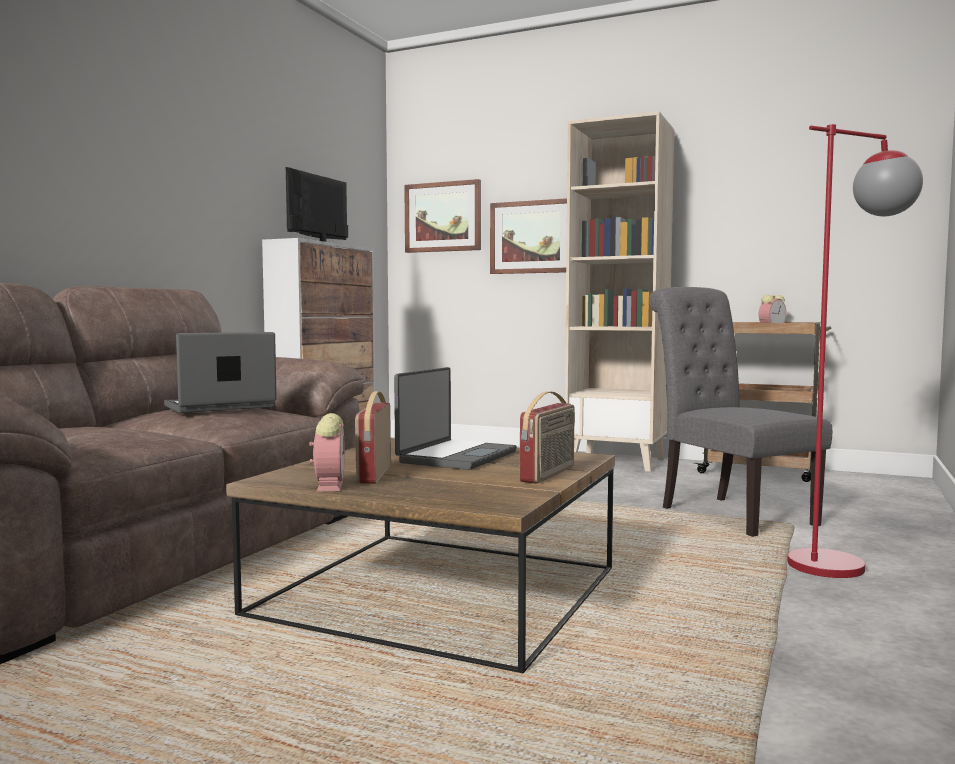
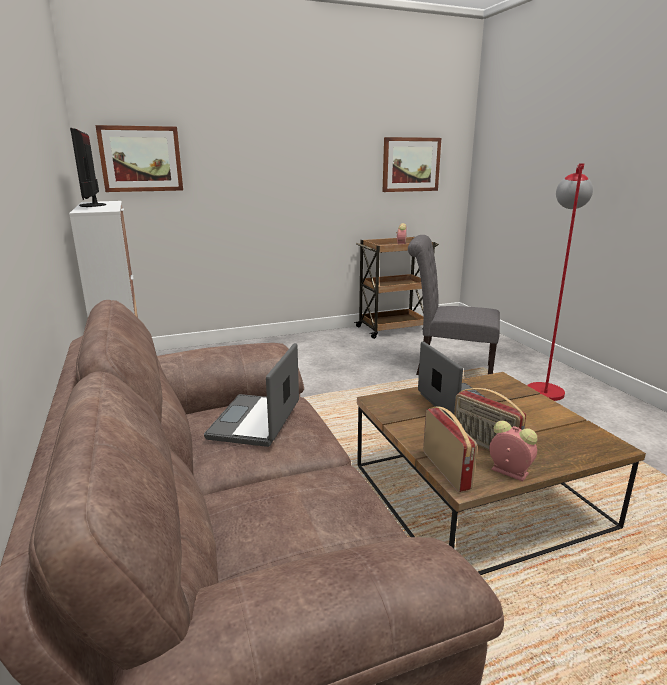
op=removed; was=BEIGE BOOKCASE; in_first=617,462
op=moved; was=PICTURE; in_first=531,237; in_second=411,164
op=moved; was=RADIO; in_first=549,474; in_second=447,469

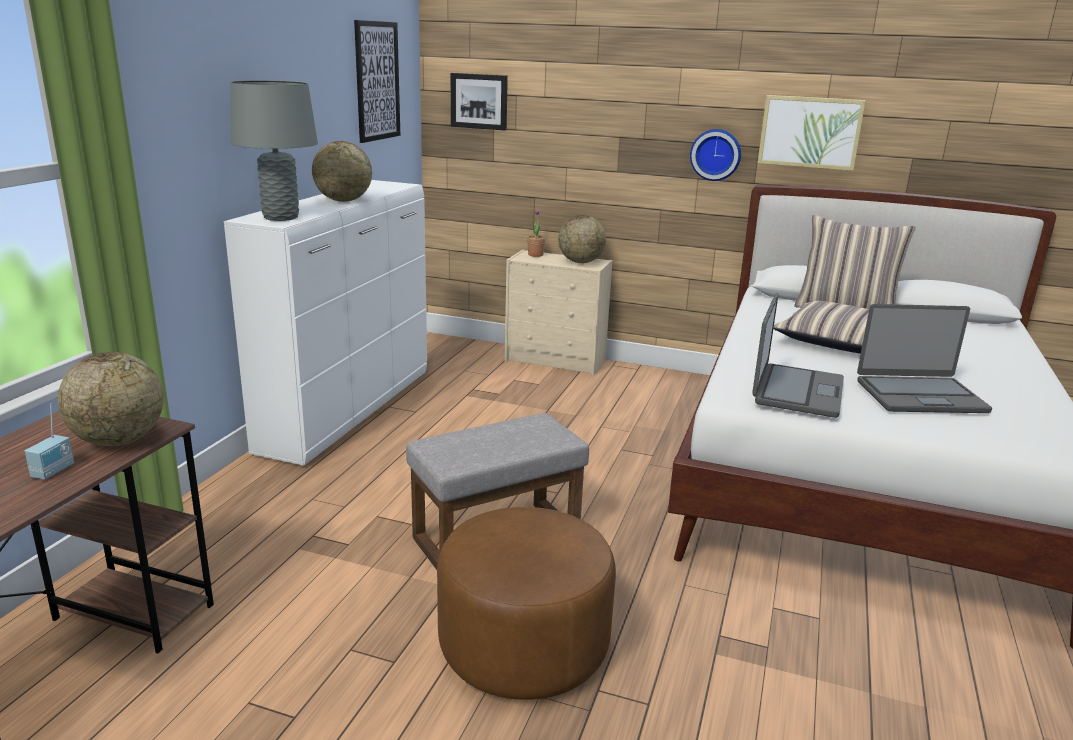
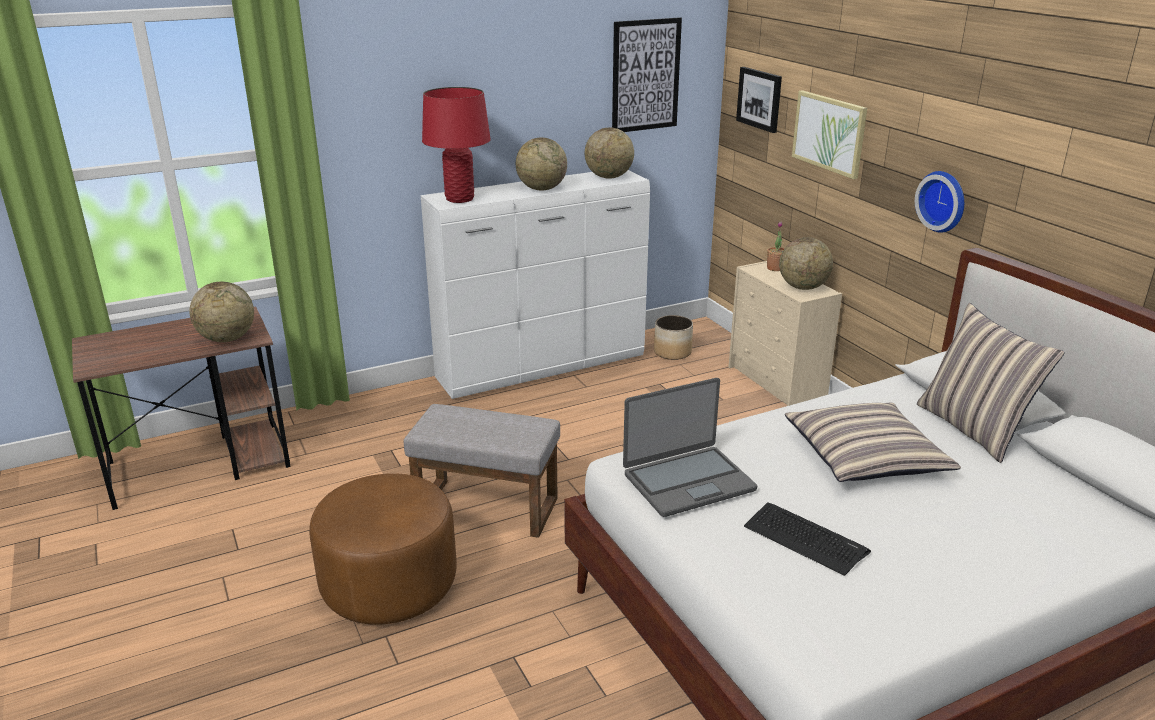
op=removed; was=RADIO; in_first=54,471
op=added; now=GLOBE; in_second=609,177
op=added; now=PLANTER; in_second=672,352
op=moved; was=PICTURE; in_first=810,132; in_second=829,133
op=replaced; was=LAPTOP; now=KEYBOARD; in_first=919,396; in_second=805,539
op=recoloured; was=GREY TABLE LAMP; now=RED TABLE LAMP; in_first=281,217; in_second=460,199

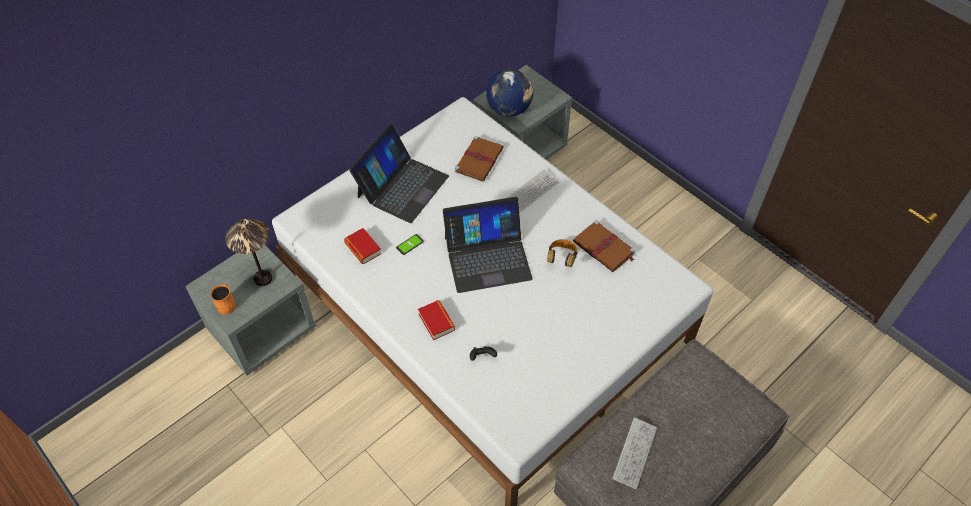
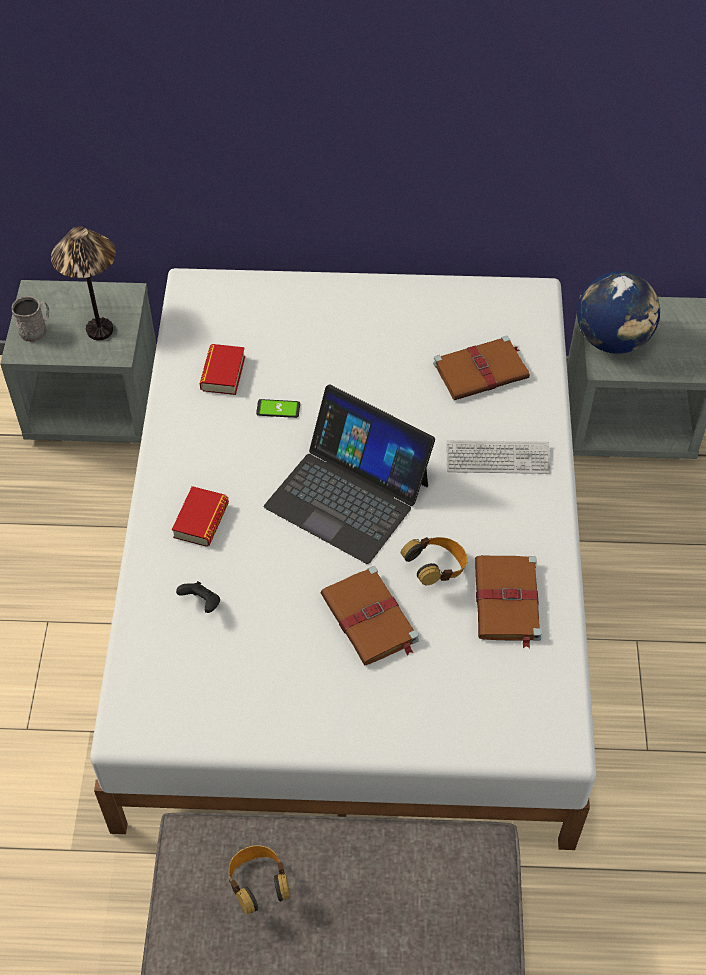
op=removed; was=LAPTOP; in_first=402,186
op=added; now=BROWN BOOK; in_second=370,619
op=replaced; was=KEYBOARD; now=HEADPHONES; in_first=634,453; in_second=258,884
op=recoloured; was=ORANGE MUG; now=GREY MUG; in_first=227,304; in_second=36,329

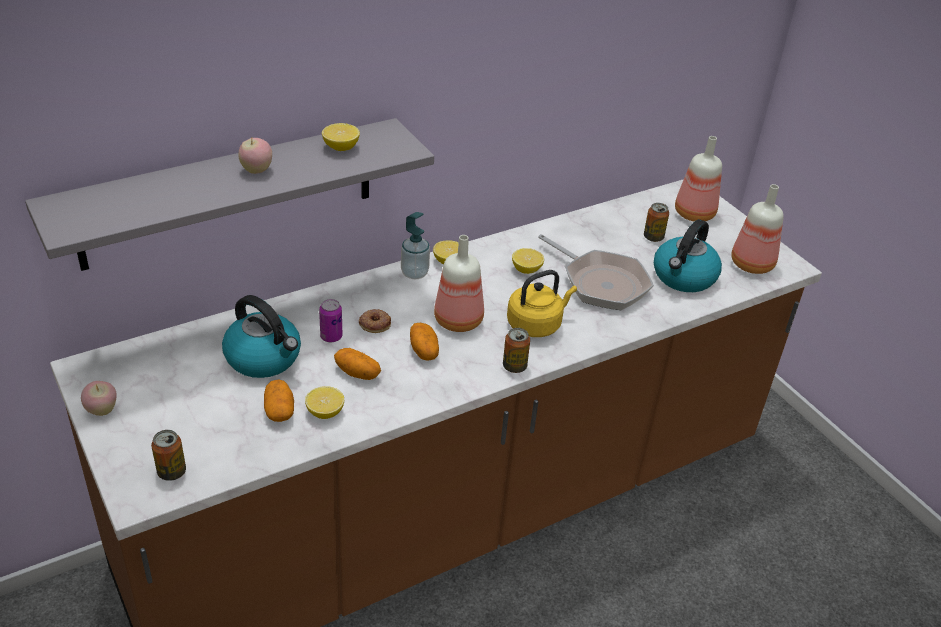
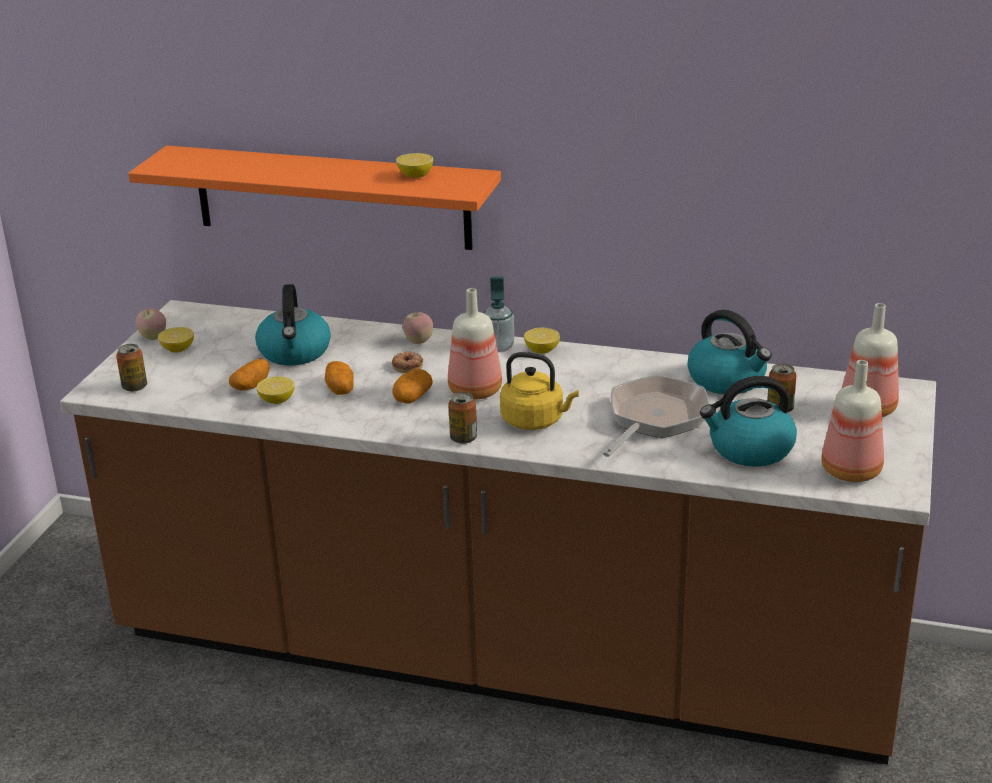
op=removed; was=CAN; in_first=331,337
op=added; now=KETTLE; in_second=728,380
op=moved; was=APPLE; in_first=256,170; in_second=418,342
op=moved; was=LEMON; in_first=526,270; in_second=178,349
op=recoloured; was=GREY SHELF; now=ORANGE SHELF; in_first=229,194; in_second=331,197
op=turned; was=FRYING PAN; in_first=601,283; in_second=654,419; clockwise=-150

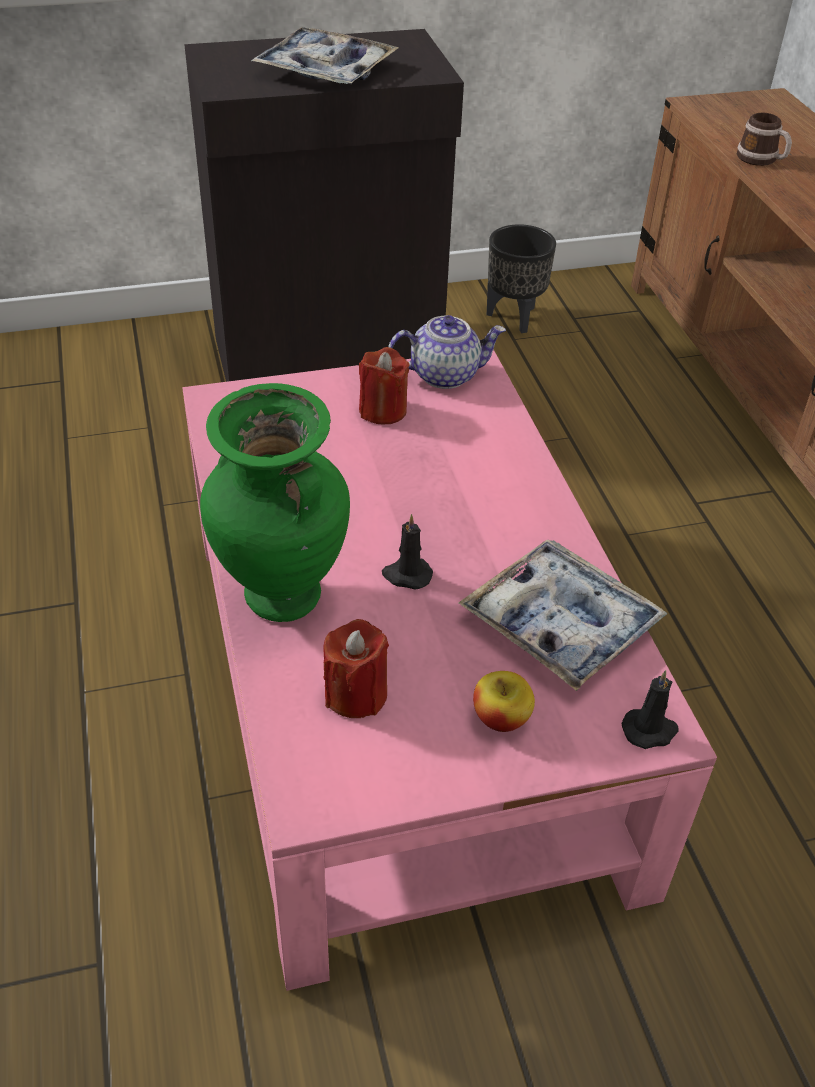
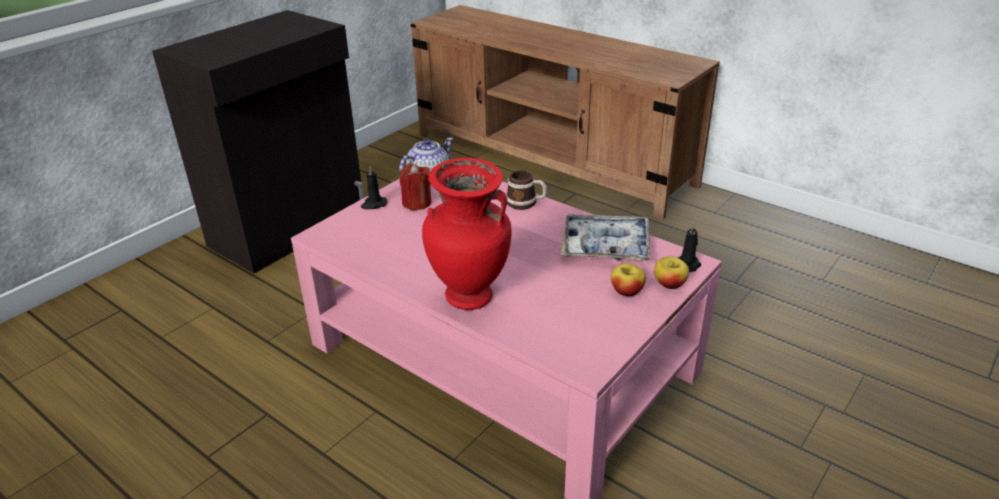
op=removed; was=TRAY; in_first=325,70
op=removed; was=RED CANDLE; in_first=356,694
op=removed; was=BLACK PLANTER; in_first=515,317
op=added; now=APPLE; in_second=669,284
op=moved; was=BLACK CANDLE; in_first=406,575; in_second=373,204
op=moved; was=MUG; in_first=761,160; in_second=526,203
op=recoloured; was=GREEN VASE; now=RED VASE; in_first=281,599; in_second=469,298

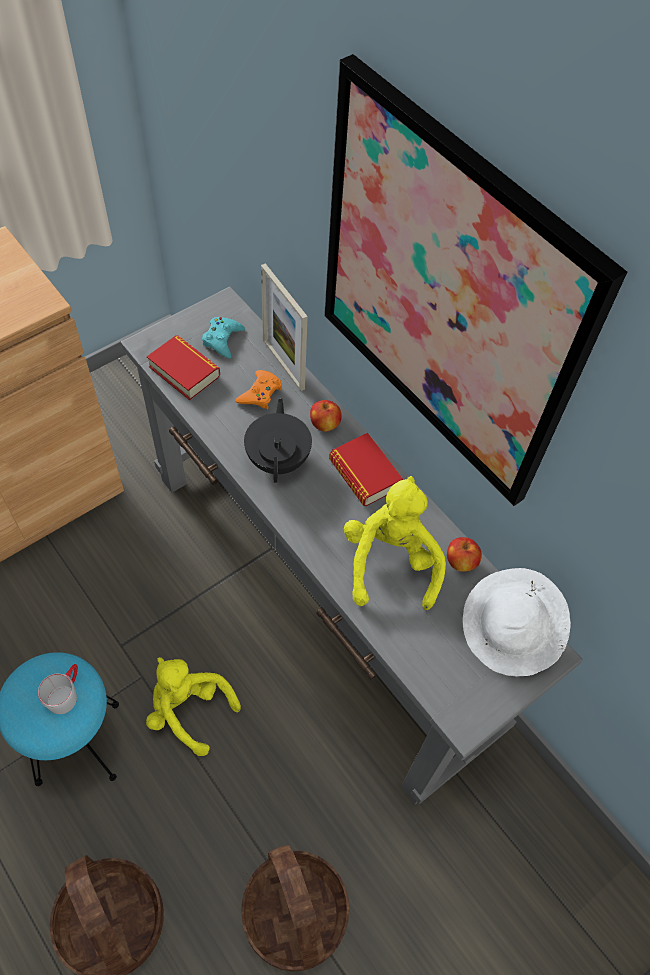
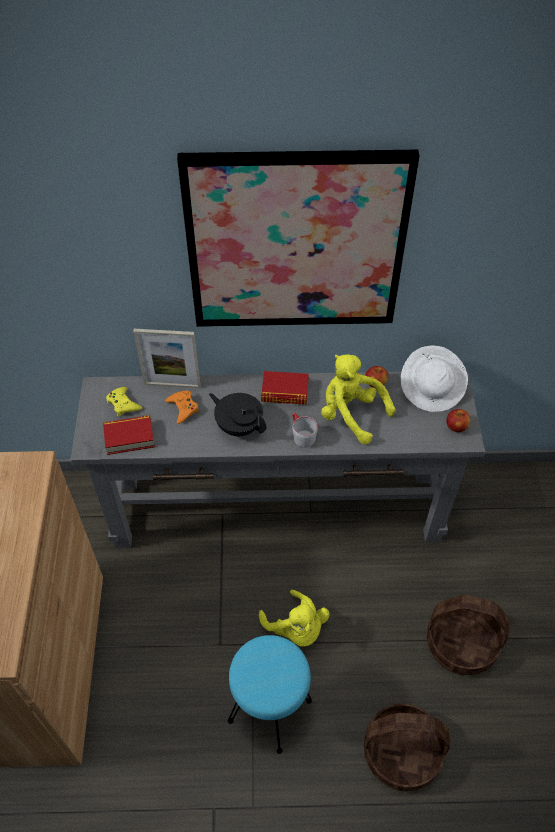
op=moved; was=GREY MUG; in_first=66,693; in_second=301,435
op=moved; was=APPLE; in_first=325,424; in_second=456,427
op=recoloured; was=TURQUOISE GAME CONTROLLER; now=YELLOW GAME CONTROLLER; in_first=222,339; in_second=123,404
op=turned; was=YELLOW PLUSH TOY; in_first=188,710; in_second=296,629; clockwise=-105

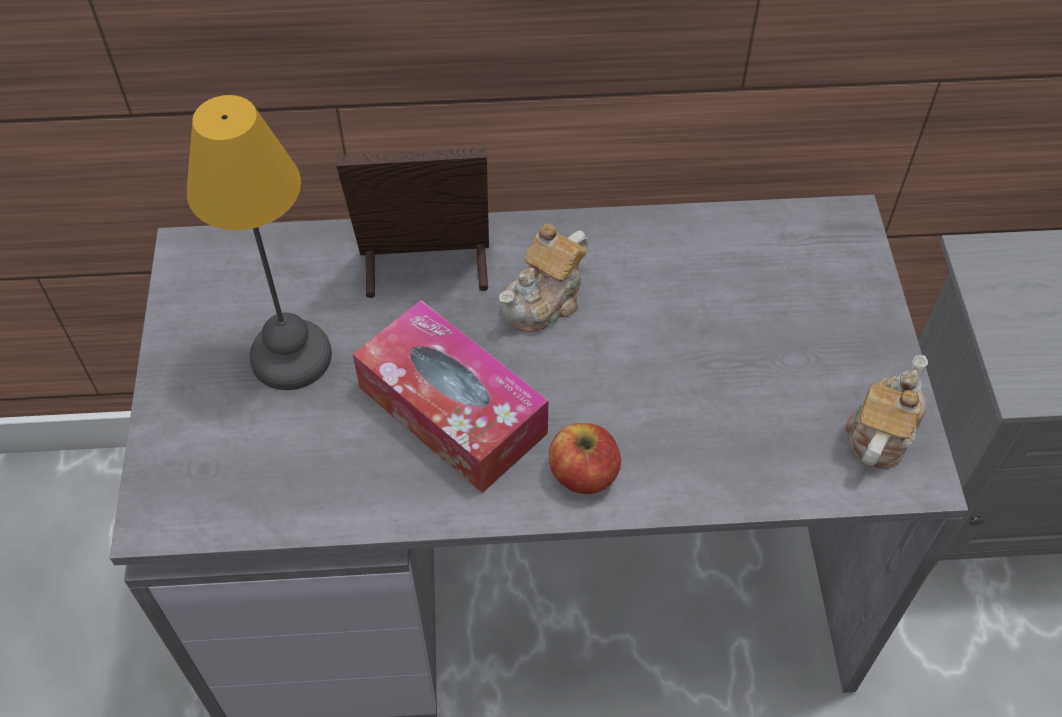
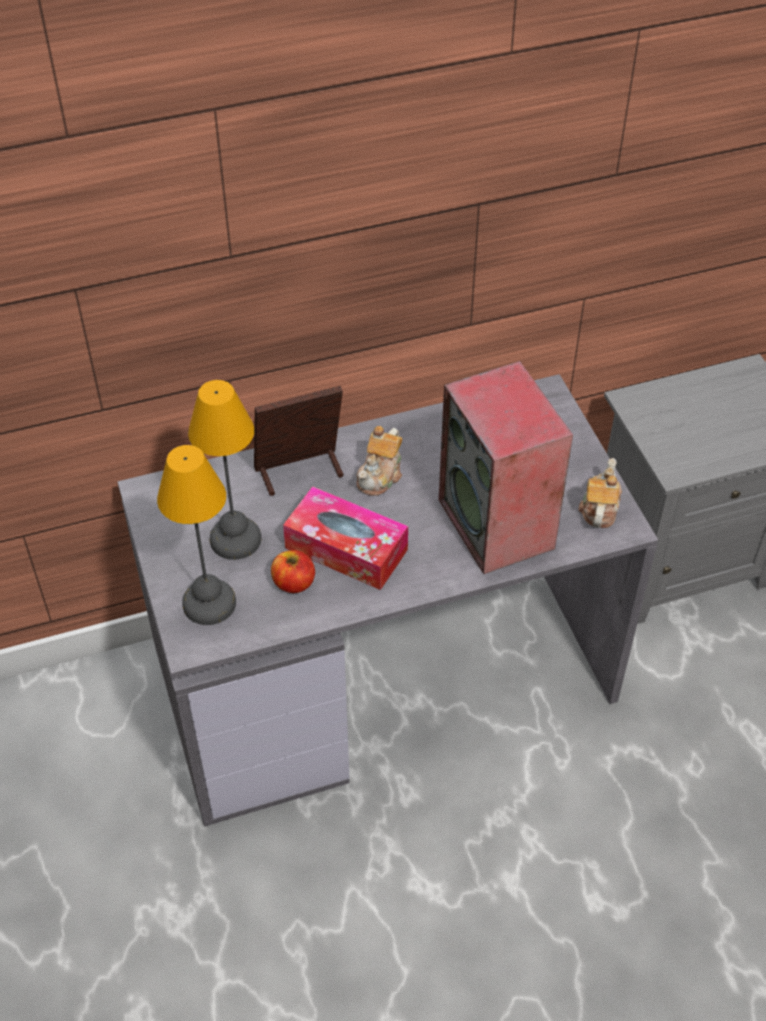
op=added; now=TABLE LAMP; in_second=207,602
op=added; now=SPEAKER; in_second=498,524
op=moved; was=APPLE; in_first=583,474; in_second=294,583

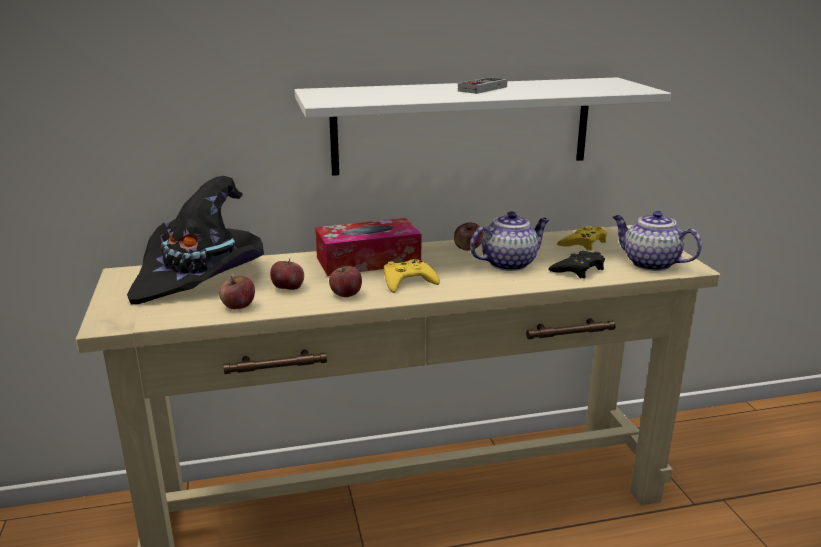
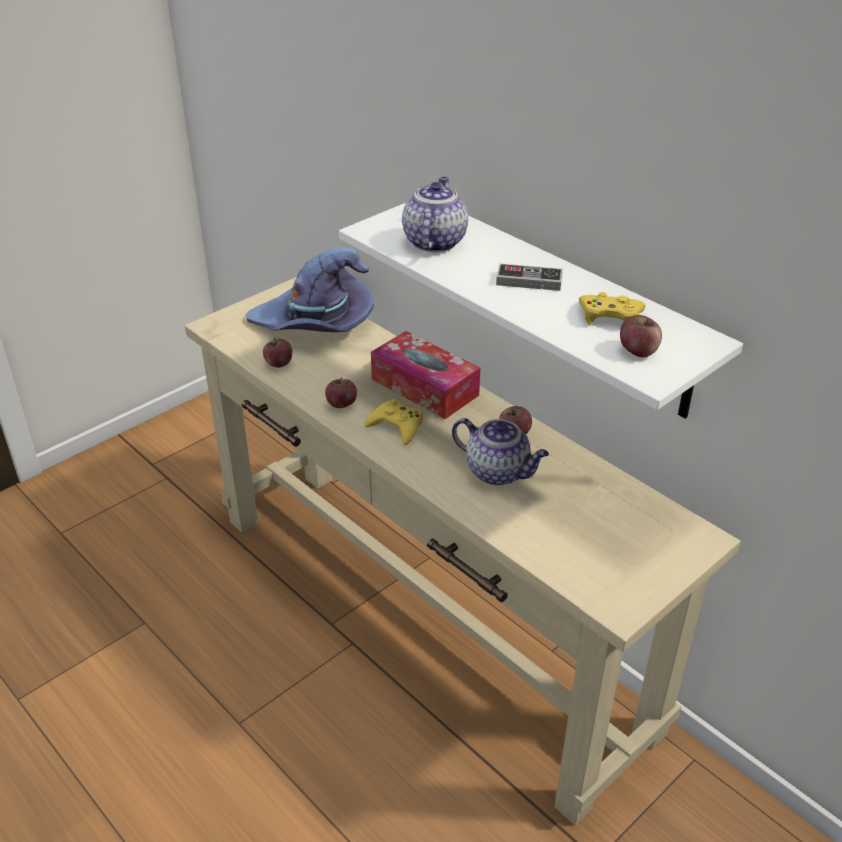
op=removed; was=BLACK GAME CONTROLLER; in_first=578,270
op=moved; was=APPLE; in_first=288,288; in_second=638,351
op=moved; was=YELLOW GAME CONTROLLER; in_first=583,243; in_second=610,316
op=moved; was=TEAPOT; in_first=649,263; in_second=434,241
op=recoloured; was=BLACK HAT; now=PURPLE HAT; in_first=201,277; in_second=316,323

